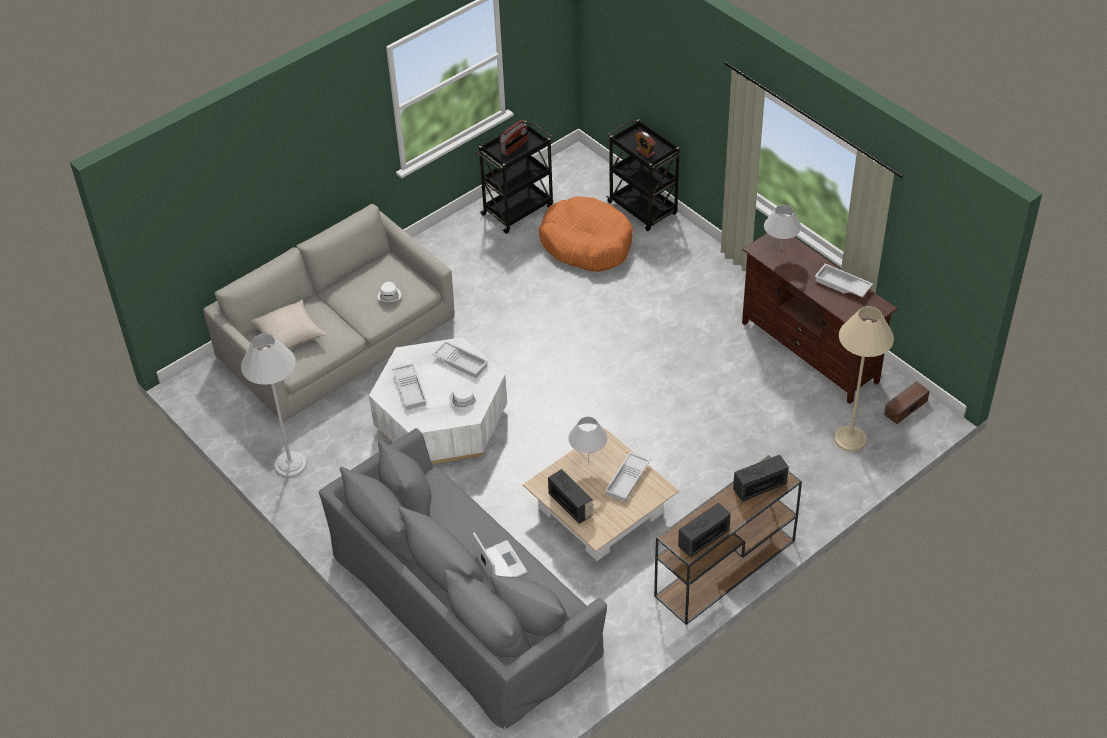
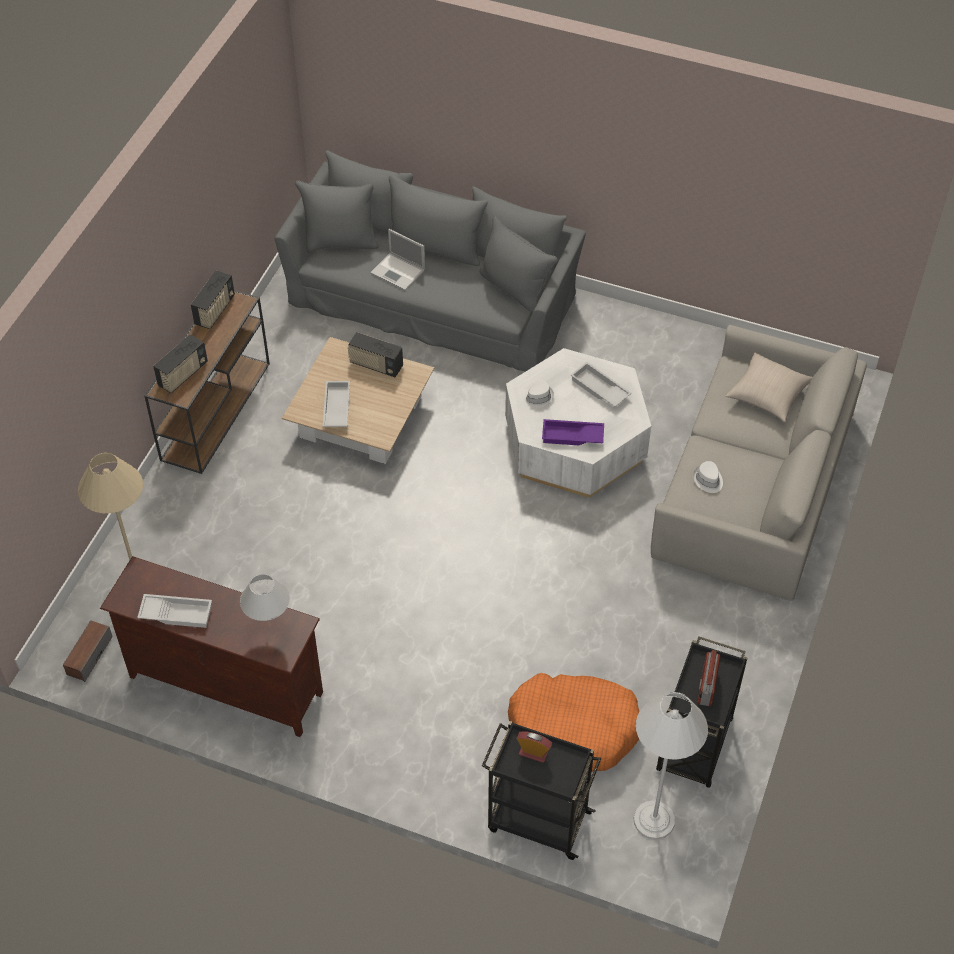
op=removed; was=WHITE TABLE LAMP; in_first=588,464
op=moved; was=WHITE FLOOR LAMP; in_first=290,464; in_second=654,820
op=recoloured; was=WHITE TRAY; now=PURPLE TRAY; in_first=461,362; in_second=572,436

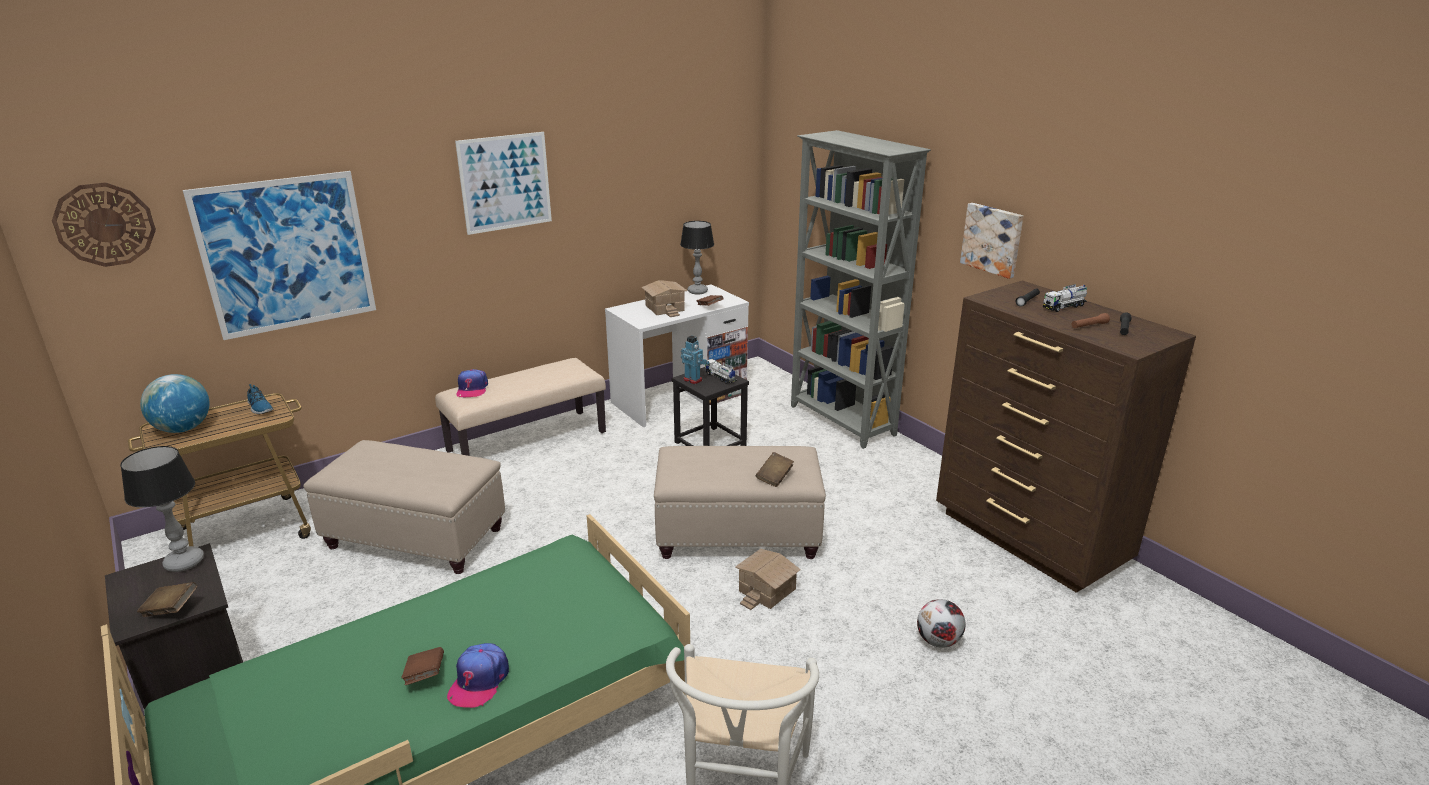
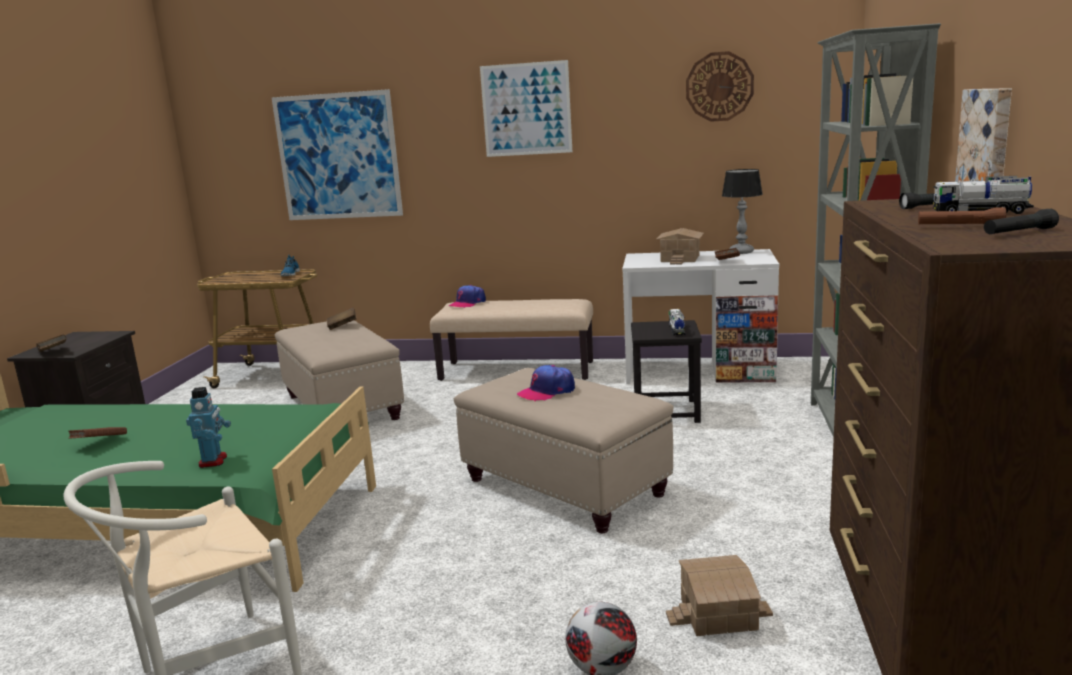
op=removed; was=TABLE LAMP; in_first=183,563
op=removed; was=GLOBE; in_first=183,429
op=moved; was=WALL CLOCK; in_first=105,224; in_second=719,86
op=moved; was=CAP; in_first=479,681; in_second=547,391
op=moved; was=TOY ROBOT; in_first=693,380; in_second=214,461
op=moved; was=TOY HOUSE; in_first=768,590; in_second=719,615
op=moved; was=BROWN BOOK; in_first=774,477; in_second=342,326

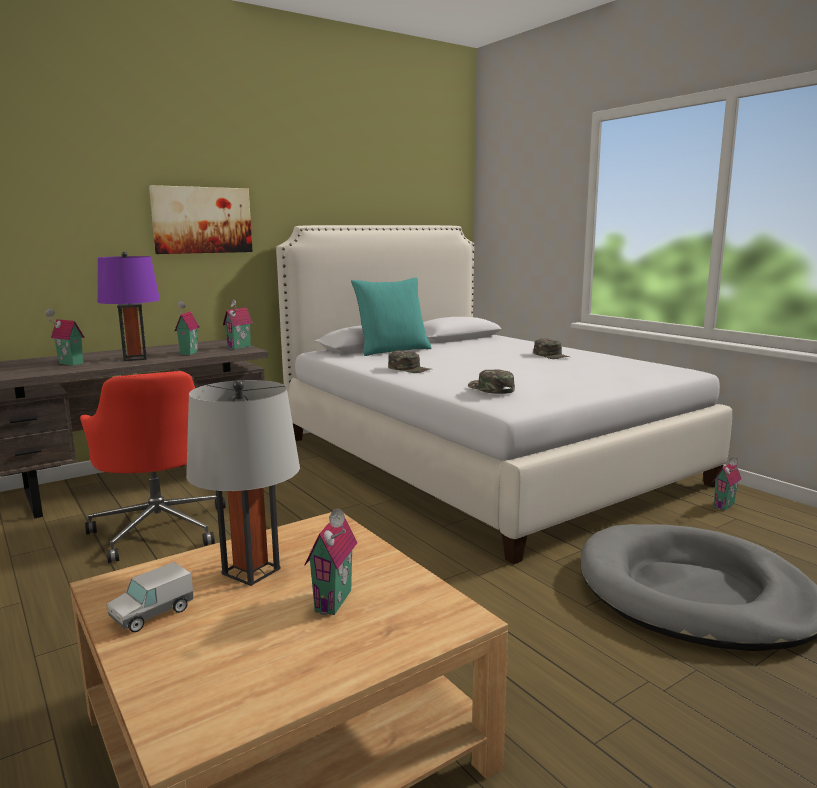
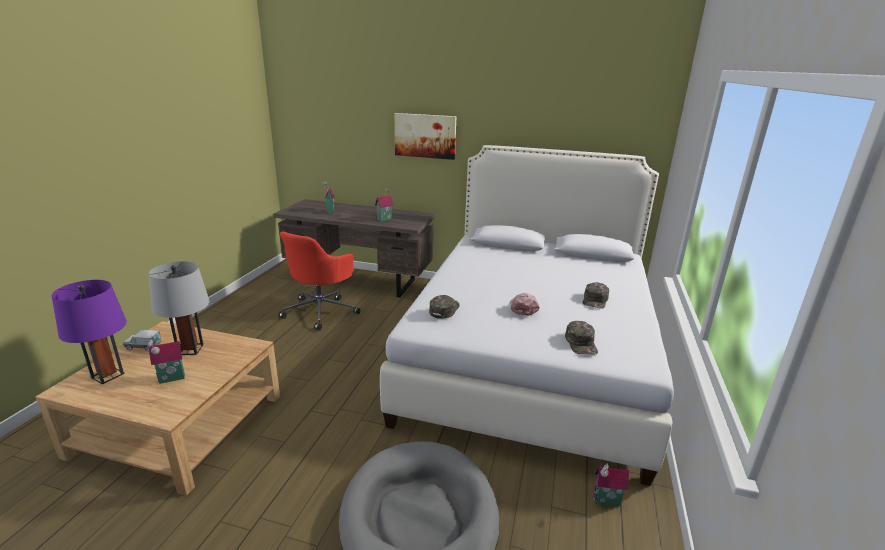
op=removed; was=TOY HOUSE; in_first=240,347
op=removed; was=TURQUOISE PILLOW; in_first=392,350
op=added; now=PINK CAP; in_second=523,307
op=moved; was=PURPLE TABLE LAMP; in_first=135,358; in_second=107,375
op=moved; was=GREEN CAP; in_first=409,369; in_second=581,343

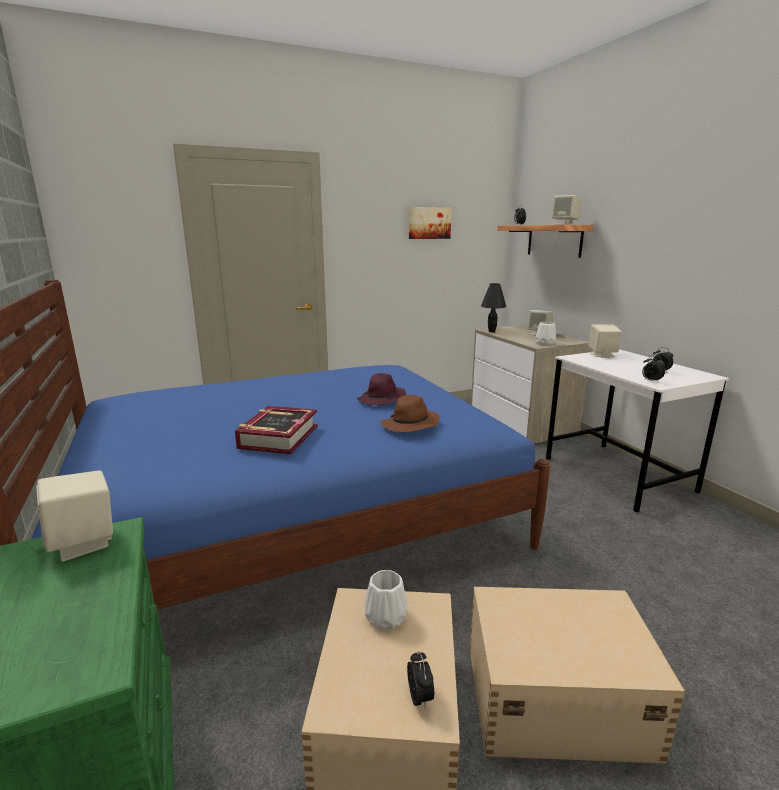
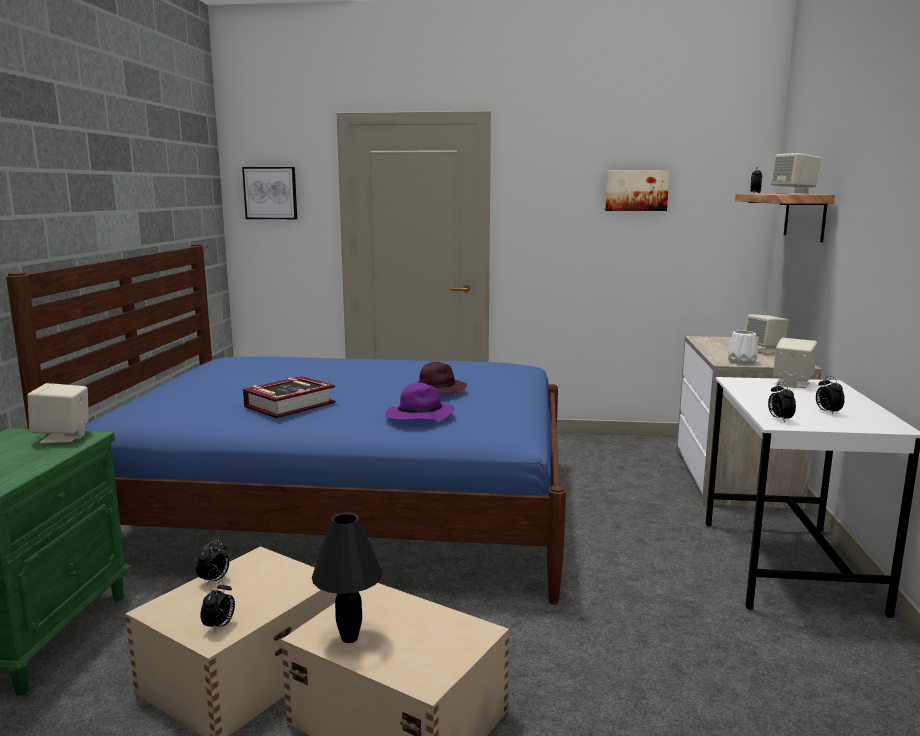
op=removed; was=WHITE VASE; in_first=386,616
op=added; now=ALARM CLOCK; in_second=214,580
op=added; now=PICTURE; in_second=270,193
op=moved; was=BLACK TABLE LAMP; in_first=491,331; in_second=350,638
op=recoloured; was=BROWN HAT; now=PURPLE HAT; in_first=410,425; in_second=419,417

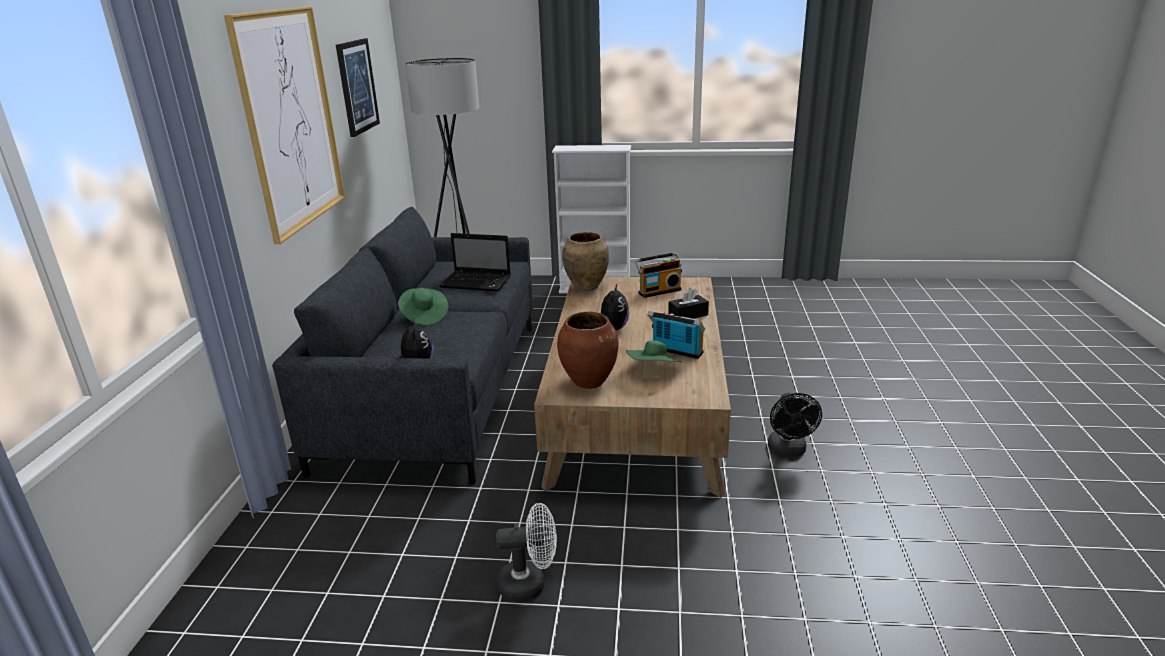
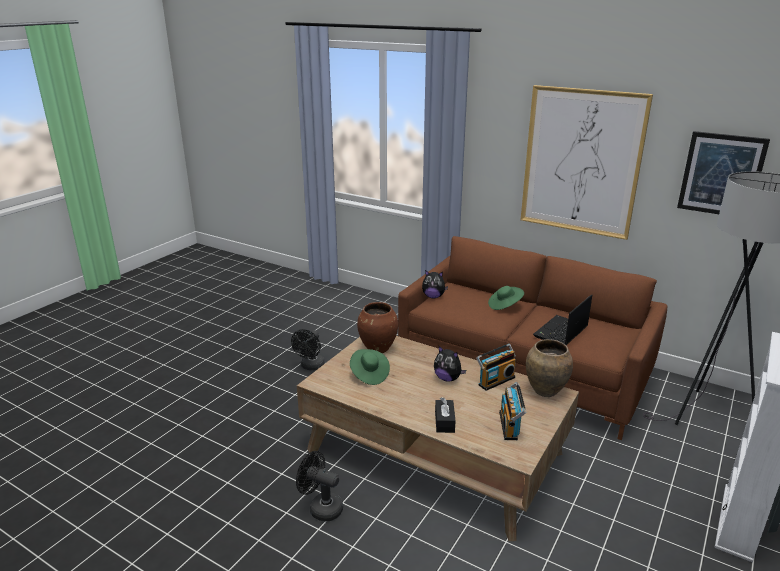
op=moved; was=RADIO; in_first=675,352; in_second=495,380
op=recoloured; was=GREY SOFA; now=BROWN SOFA; in_first=436,391; in_second=522,372
op=recoloured; was=WHITE FAN; now=BLACK FAN; in_first=530,584; in_second=311,366

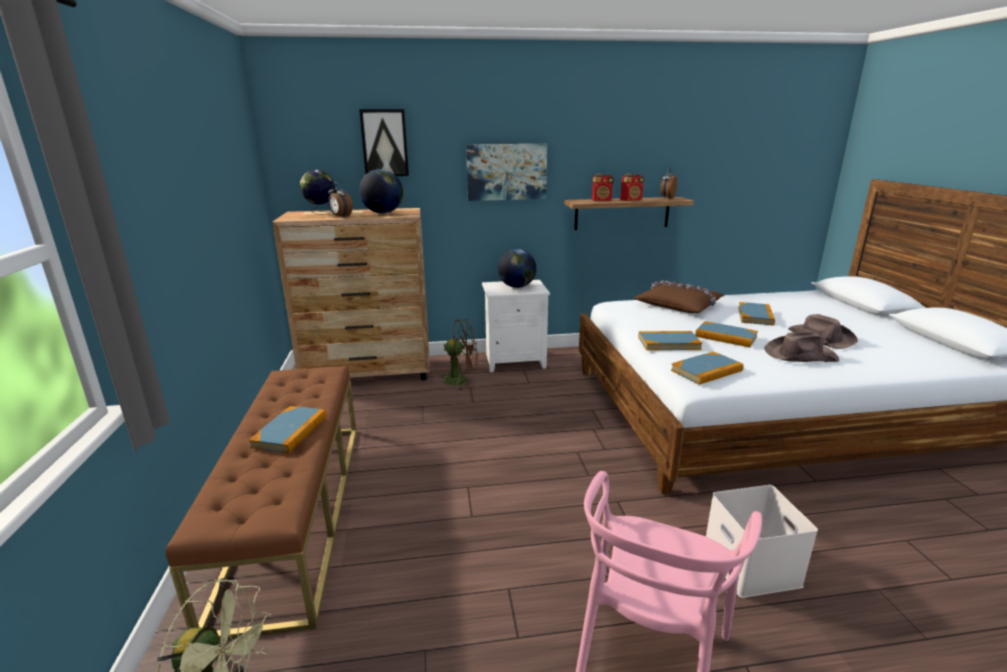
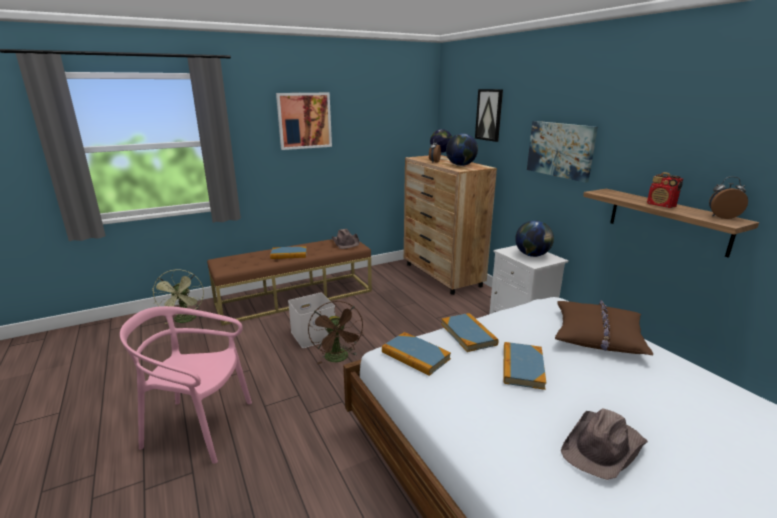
op=removed; was=RADIO; in_first=602,200
op=removed; was=BOOK; in_first=755,316
op=added; now=PICTURE; in_second=304,120
op=moved; was=BROWN FAN; in_first=461,380; in_second=338,359
op=moved; was=WHITE STORAGE BOX; in_first=748,564; in_second=314,334
op=moved; was=BROWN HAT; in_first=799,355; in_second=346,242

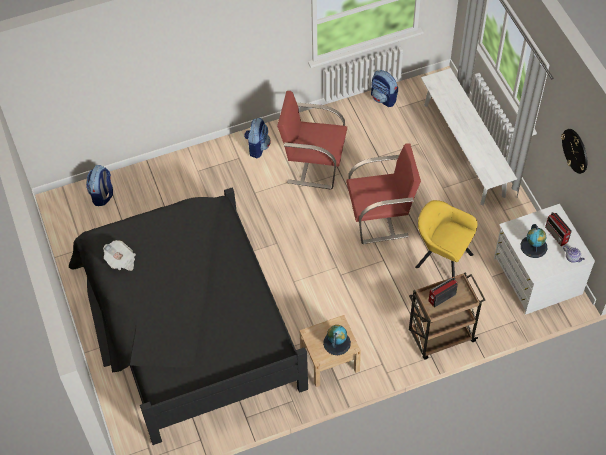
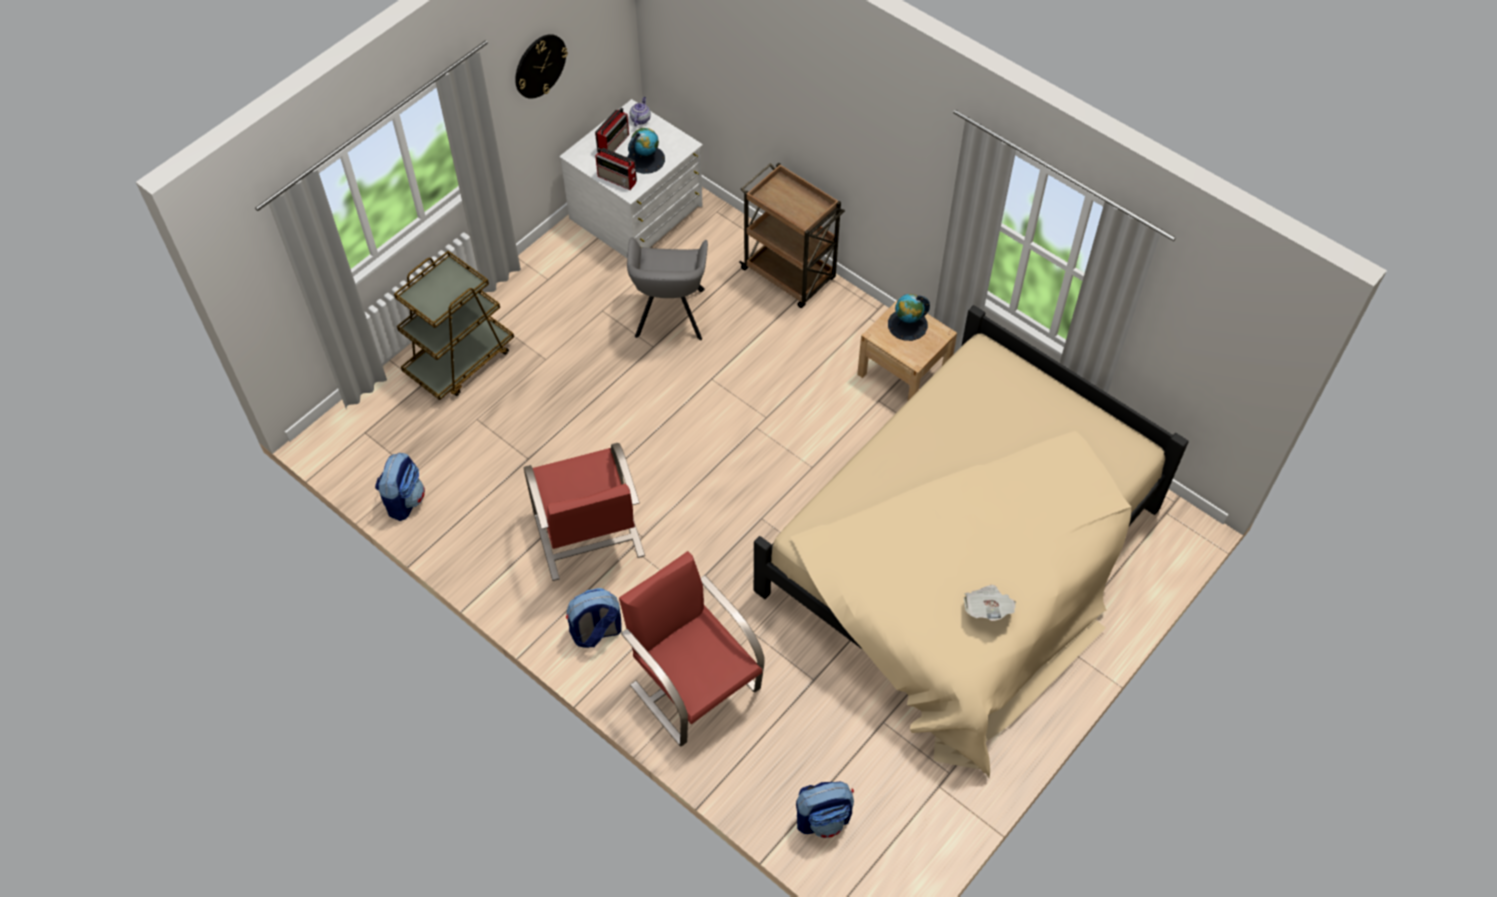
op=moved; was=RED ARMCHAIR; in_first=380,217; in_second=694,686
op=moved; was=RADIO; in_first=441,297; in_second=618,179
op=replaced; was=WHITE BENCH; now=BROWN CART; in_first=464,149; in_second=460,360
op=recoloured; was=BLACK BED; now=BEIGE BED; in_first=187,323; in_second=964,563
op=recoloured; was=YELLOW ARMCHAIR; now=GREY ARMCHAIR; in_first=441,259; in_second=669,316

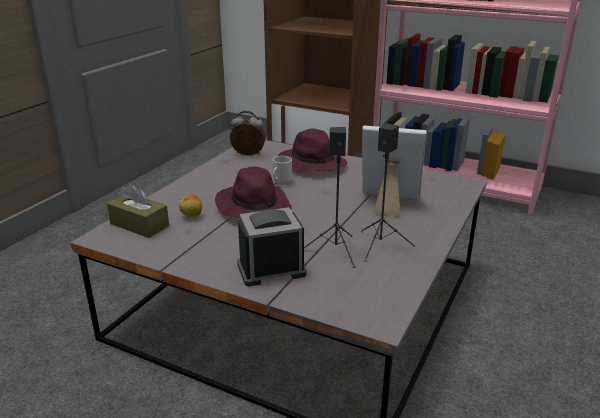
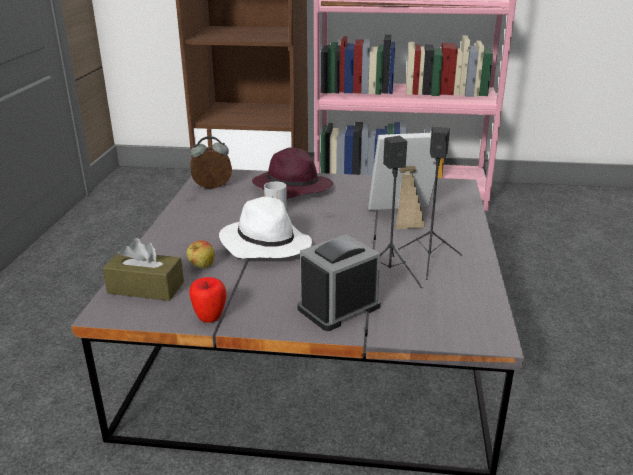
op=added; now=APPLE; in_second=210,318
op=recoloured; was=PURPLE HAT; now=WHITE HAT; in_first=253,207; in_second=265,244

